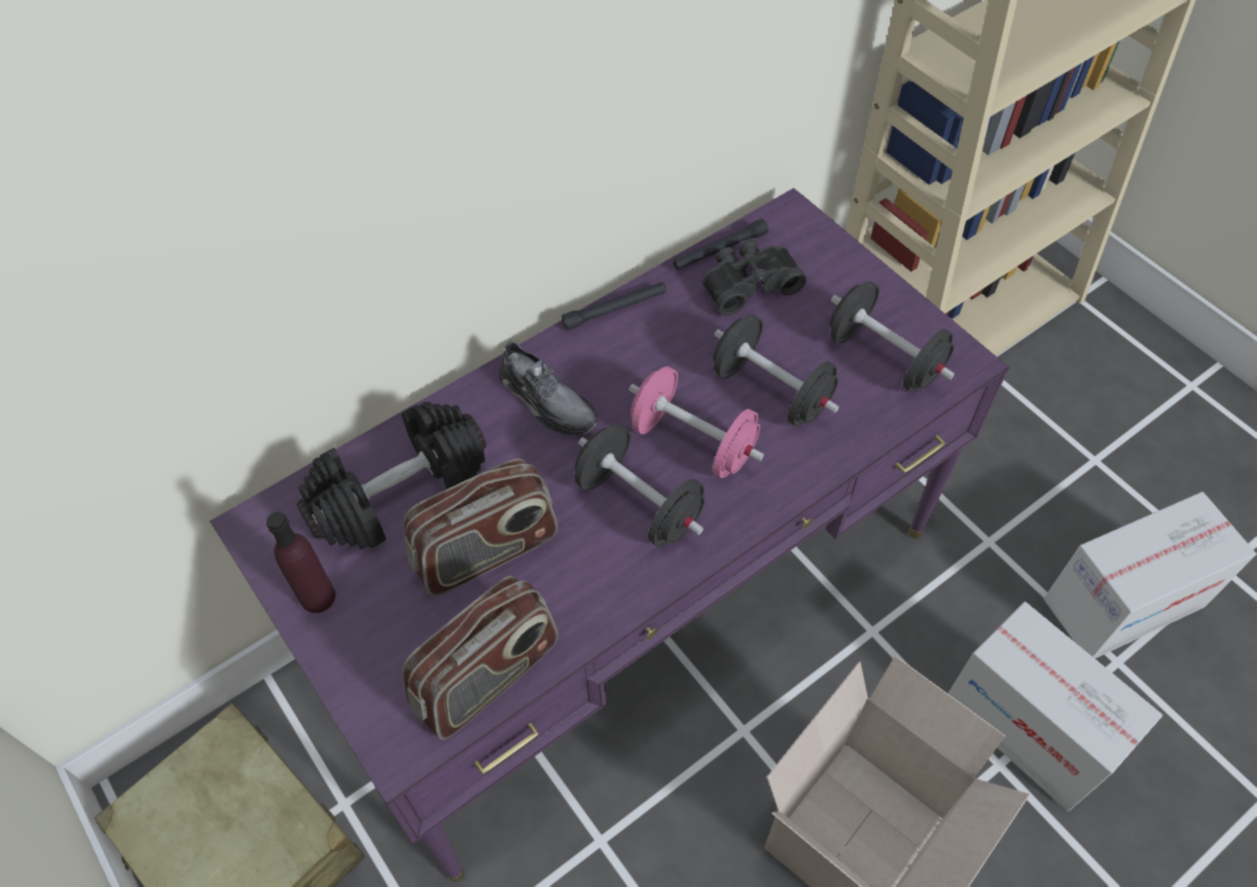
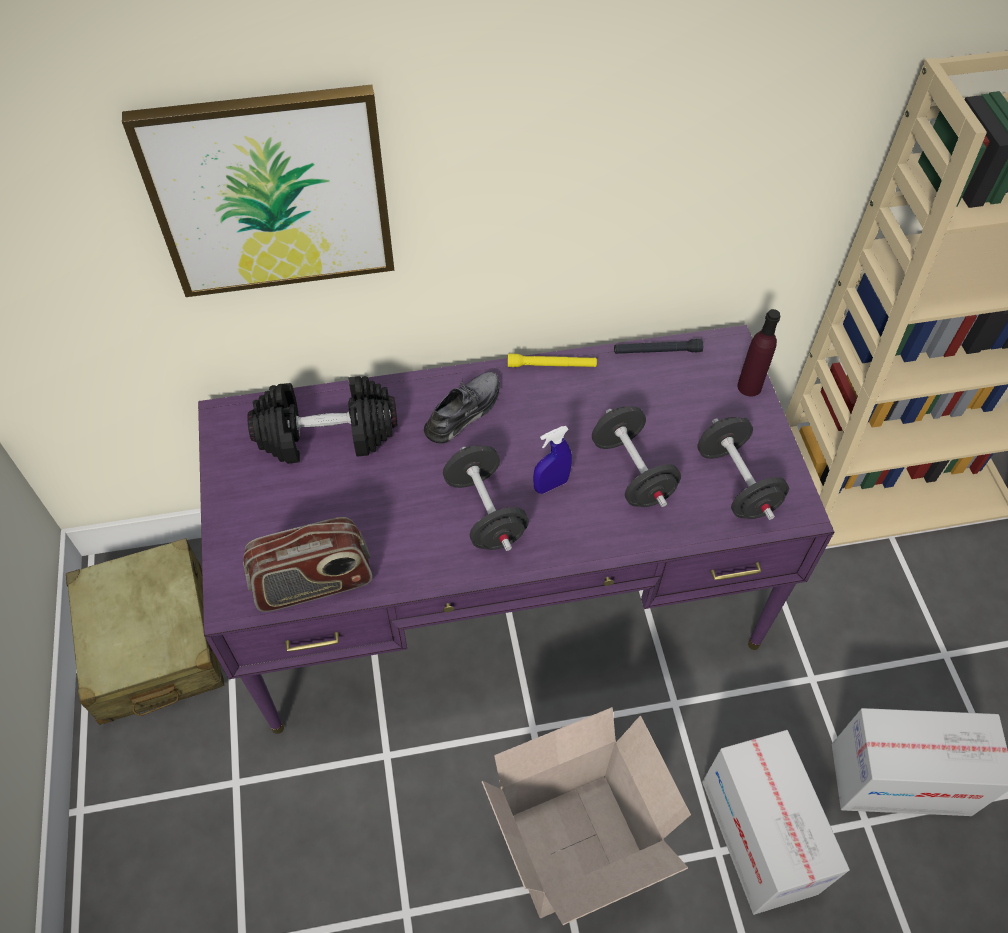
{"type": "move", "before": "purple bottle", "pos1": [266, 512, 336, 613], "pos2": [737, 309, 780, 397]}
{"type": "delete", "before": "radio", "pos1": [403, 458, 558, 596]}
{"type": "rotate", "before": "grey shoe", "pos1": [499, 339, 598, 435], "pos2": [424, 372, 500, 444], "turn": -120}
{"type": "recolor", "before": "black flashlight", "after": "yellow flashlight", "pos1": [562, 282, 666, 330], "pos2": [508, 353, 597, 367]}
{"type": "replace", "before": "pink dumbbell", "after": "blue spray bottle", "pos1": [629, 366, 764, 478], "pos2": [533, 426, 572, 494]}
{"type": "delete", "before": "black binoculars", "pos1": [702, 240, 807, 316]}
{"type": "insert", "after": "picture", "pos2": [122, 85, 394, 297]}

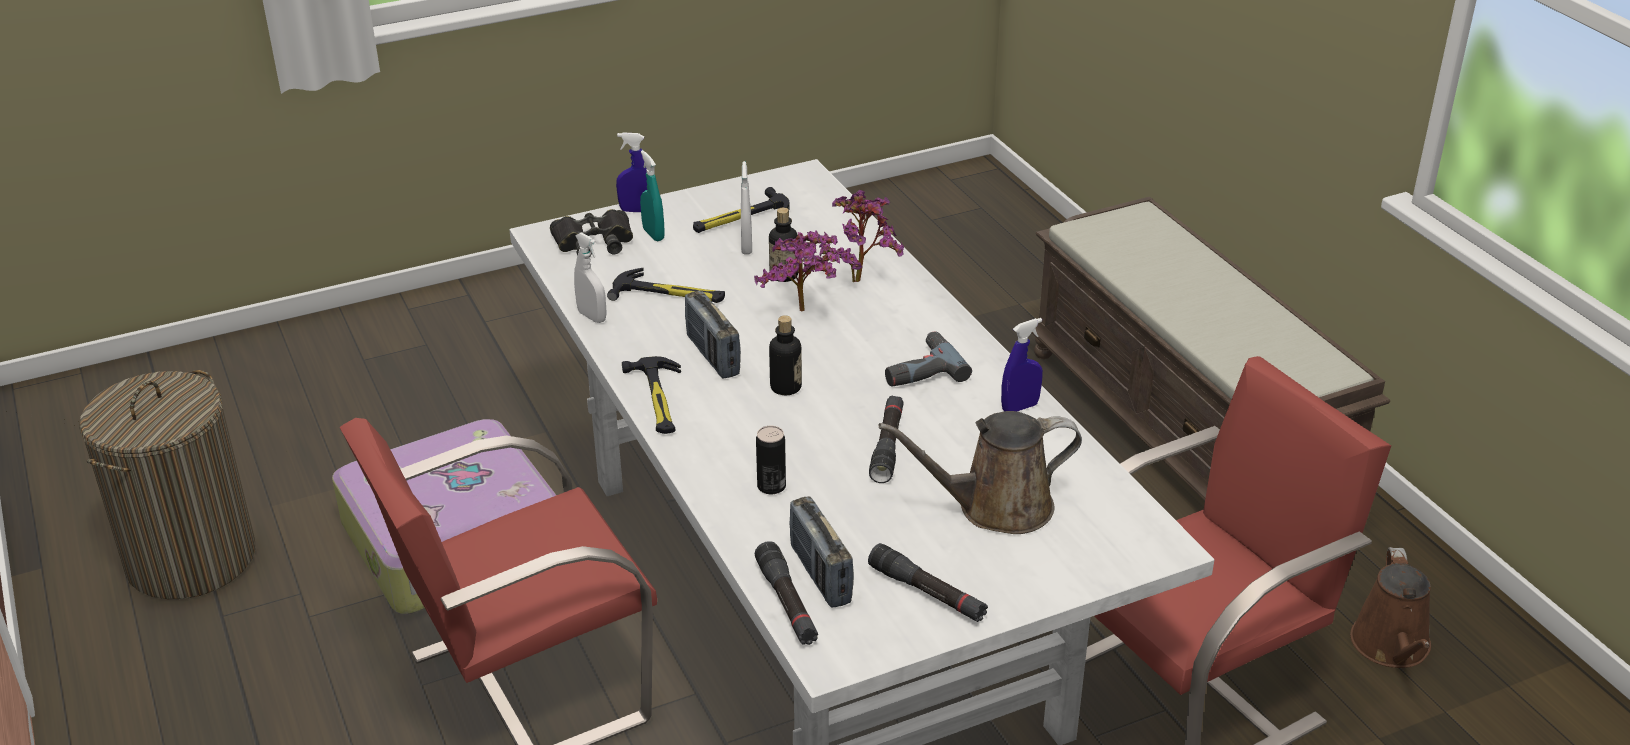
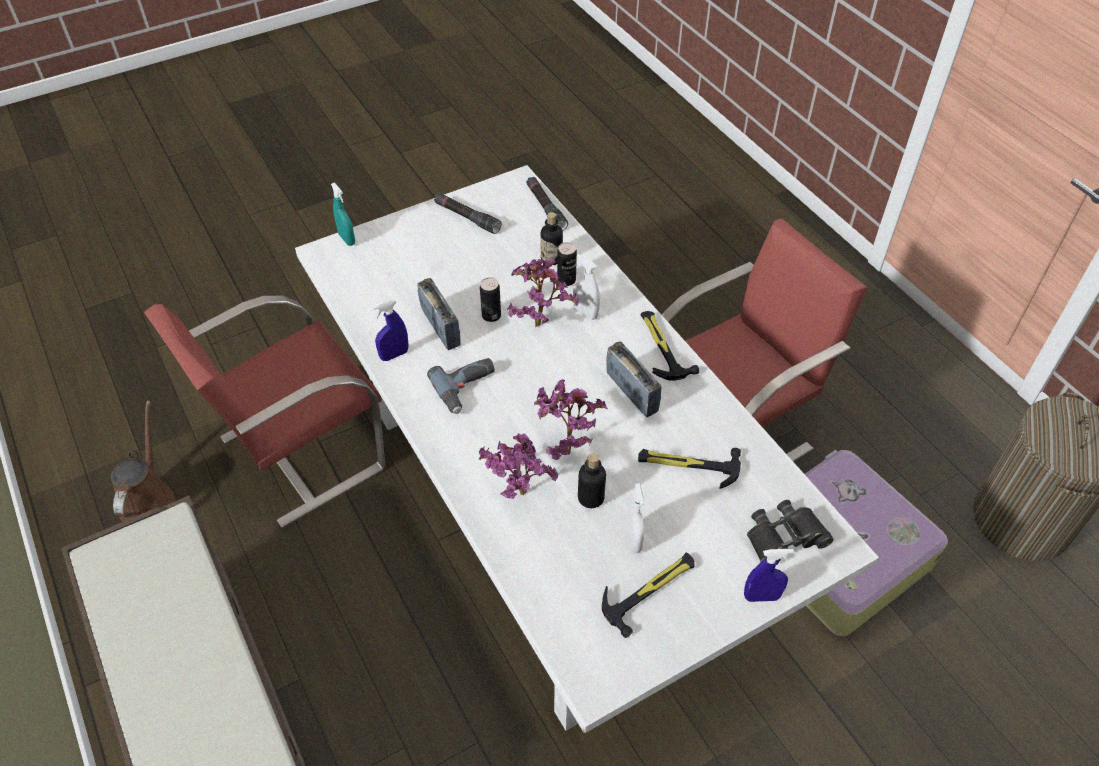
{"type": "move", "before": "white spray bottle", "pos1": [574, 232, 606, 323], "pos2": [573, 254, 600, 320]}
{"type": "move", "before": "turquoise spray bottle", "pos1": [640, 150, 665, 241], "pos2": [331, 183, 355, 246]}
{"type": "move", "before": "bottle", "pos1": [769, 315, 802, 395], "pos2": [540, 212, 563, 265]}
{"type": "move", "before": "radio", "pos1": [789, 497, 854, 608], "pos2": [418, 278, 461, 350]}
{"type": "replace", "before": "black flashlight", "after": "can", "pos1": [869, 395, 904, 483], "pos2": [480, 277, 501, 322]}
{"type": "delete", "before": "brown watering can", "pos1": [879, 411, 1082, 534]}
{"type": "insert", "after": "potted plant", "pos2": [507, 259, 579, 327]}

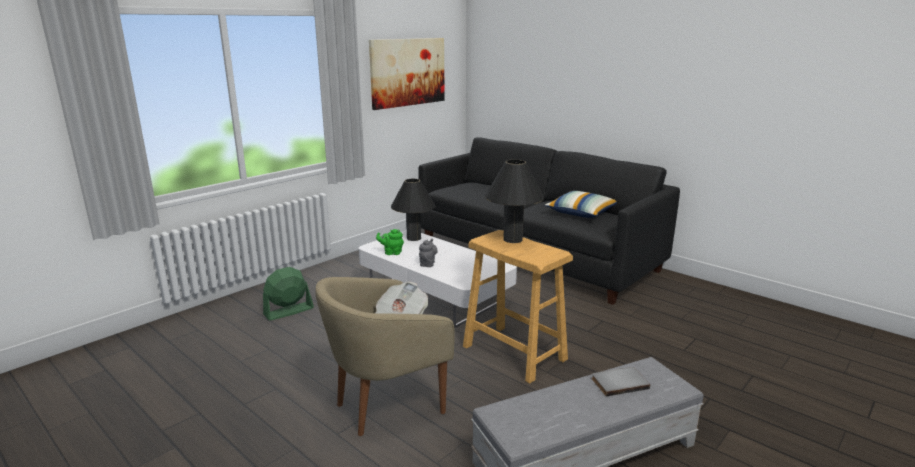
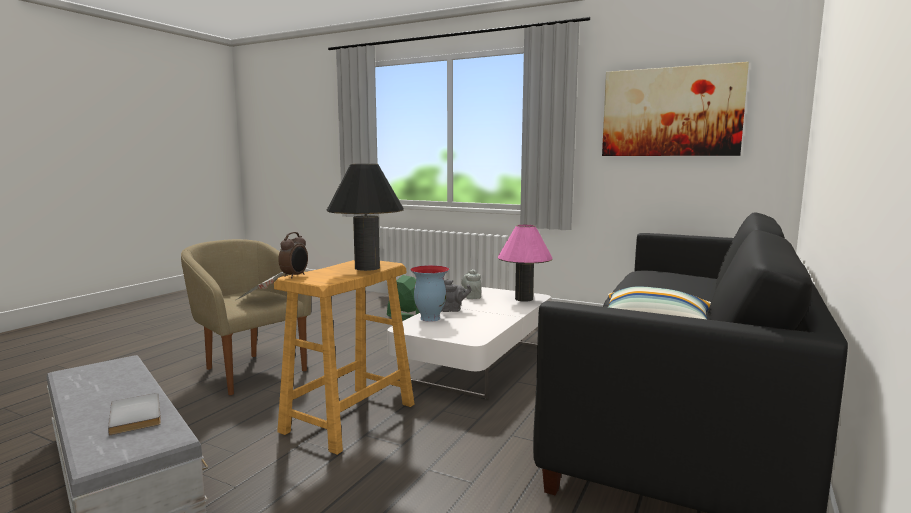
{"type": "recolor", "before": "green teapot", "after": "grey teapot", "pos1": [376, 229, 404, 255], "pos2": [461, 269, 482, 299]}
{"type": "recolor", "before": "black table lamp", "after": "pink table lamp", "pos1": [391, 179, 435, 241], "pos2": [498, 224, 553, 302]}
{"type": "insert", "after": "alarm clock", "pos2": [278, 232, 308, 278]}
{"type": "insert", "after": "vase", "pos2": [410, 265, 449, 322]}

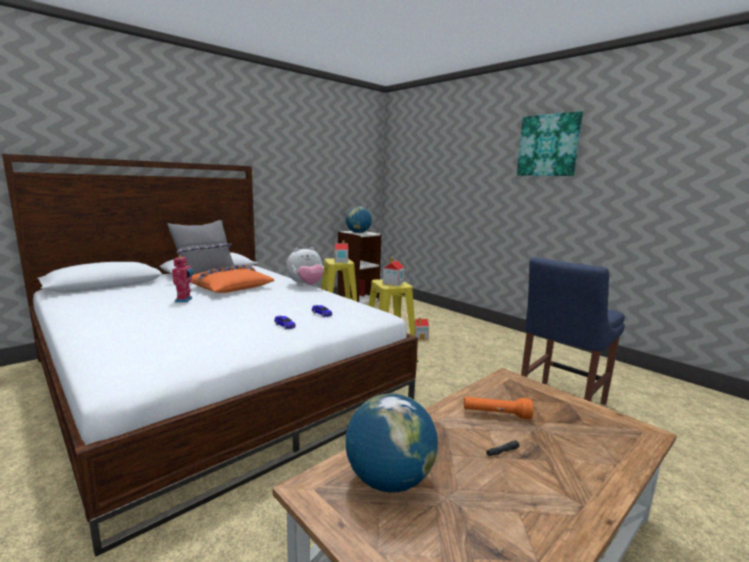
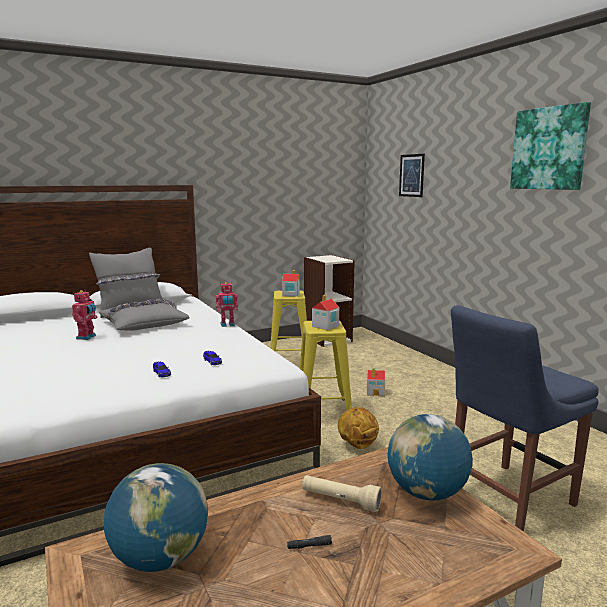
{"type": "recolor", "before": "orange pillow", "after": "grey pillow", "pos1": [191, 264, 274, 293], "pos2": [99, 299, 190, 330]}
{"type": "replace", "before": "plush toy", "after": "toy robot", "pos1": [286, 247, 324, 286], "pos2": [216, 282, 238, 327]}
{"type": "move", "before": "globe", "pos1": [346, 207, 372, 233], "pos2": [388, 414, 473, 500]}
{"type": "recolor", "before": "orange flashlight", "after": "beige flashlight", "pos1": [464, 397, 533, 419], "pos2": [302, 475, 382, 512]}
{"type": "insert", "after": "basketball", "pos2": [338, 407, 379, 449]}
{"type": "insert", "after": "picture", "pos2": [399, 154, 425, 197]}

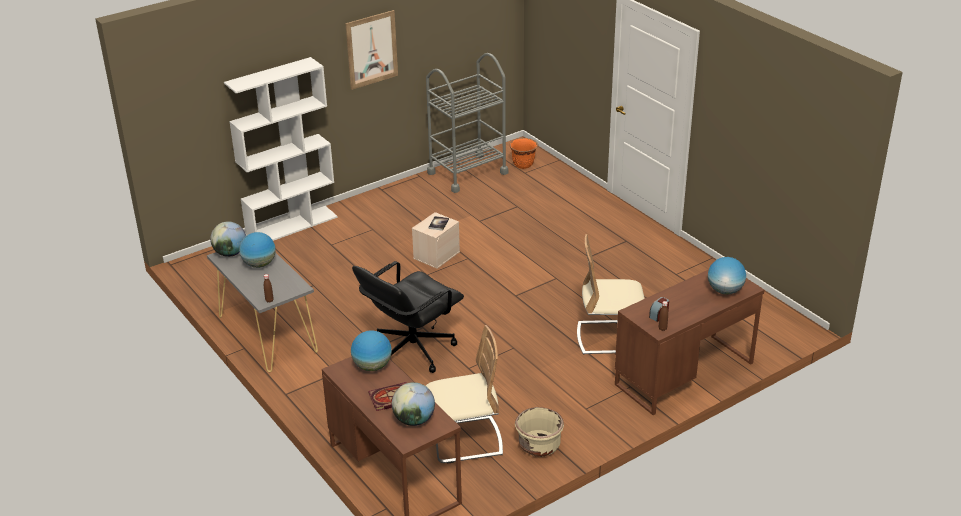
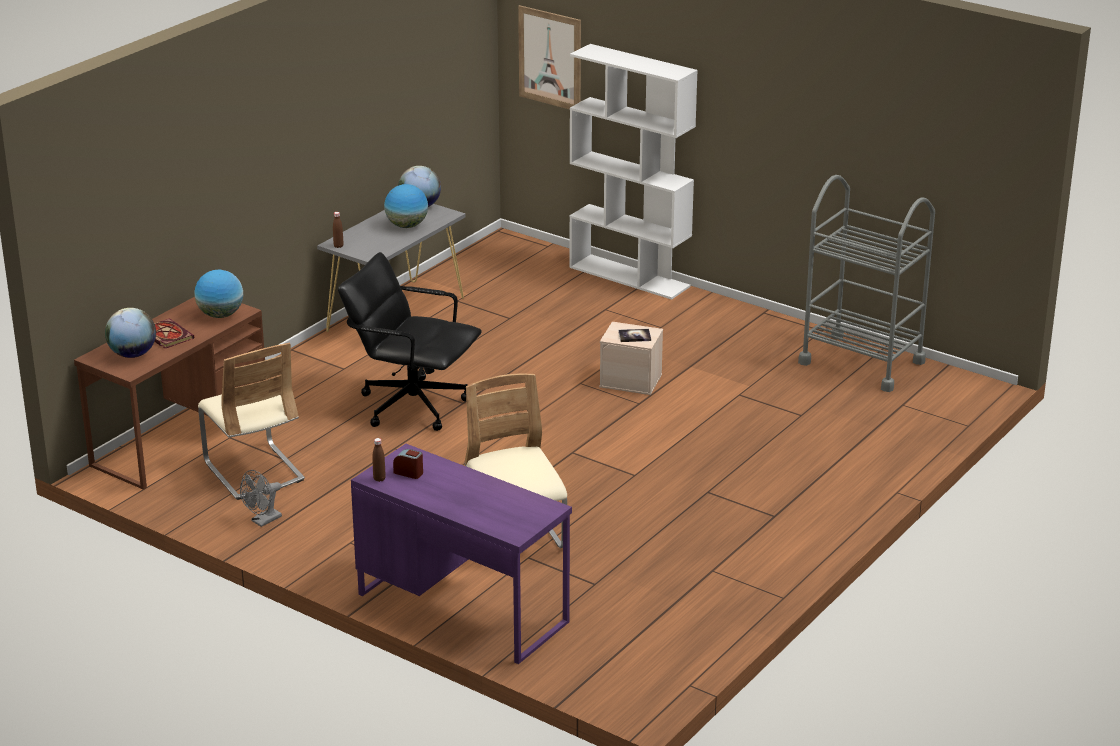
{"type": "move", "before": "picture", "pos1": [345, 10, 398, 90], "pos2": [518, 5, 581, 110]}
{"type": "delete", "before": "orange planter", "pos1": [509, 138, 538, 169]}
{"type": "replace", "before": "beige planter", "after": "grey fan", "pos1": [515, 407, 564, 457], "pos2": [240, 470, 282, 527]}
{"type": "recolor", "before": "brown desk", "after": "purple desk", "pos1": [615, 270, 765, 415], "pos2": [351, 444, 572, 664]}
{"type": "delete", "before": "globe", "pos1": [708, 257, 746, 295]}

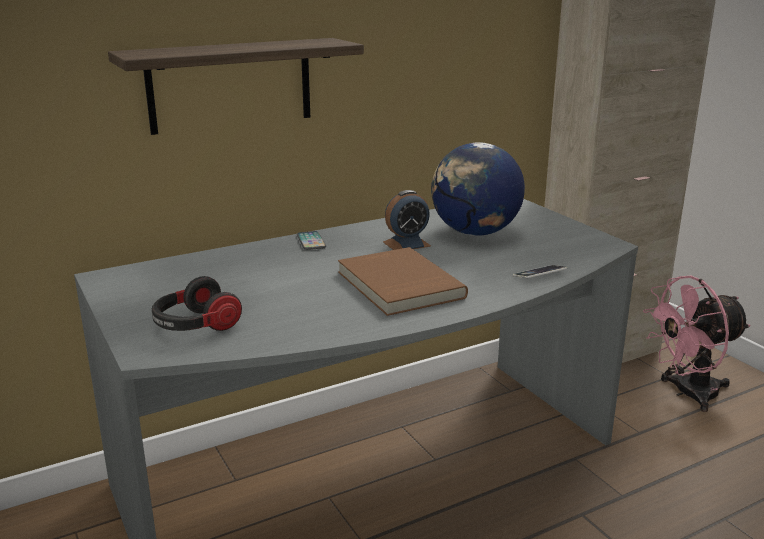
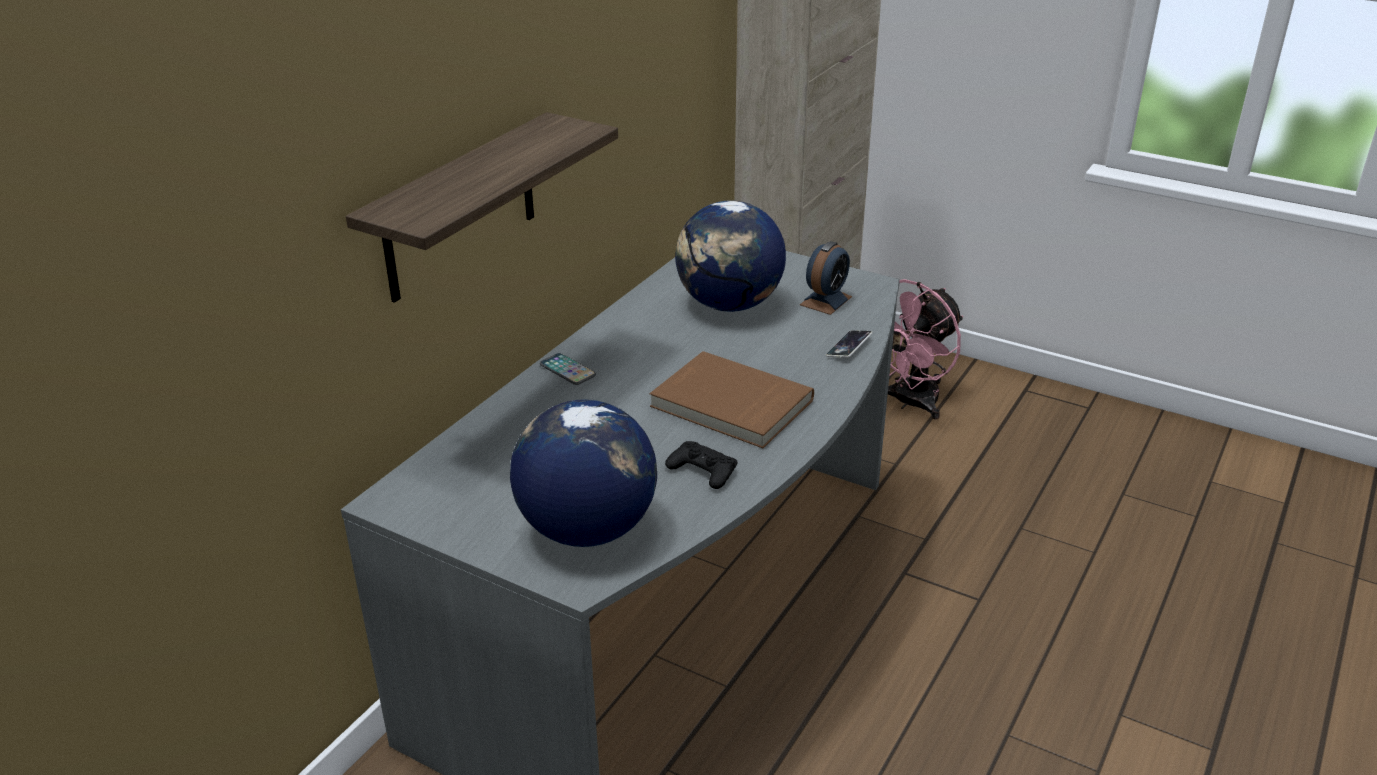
{"type": "replace", "before": "headphones", "after": "globe", "pos1": [152, 276, 242, 331], "pos2": [510, 399, 657, 547]}
{"type": "move", "before": "alarm clock", "pos1": [383, 190, 431, 250], "pos2": [800, 241, 852, 315]}
{"type": "insert", "after": "black game controller", "pos2": [665, 441, 738, 489]}

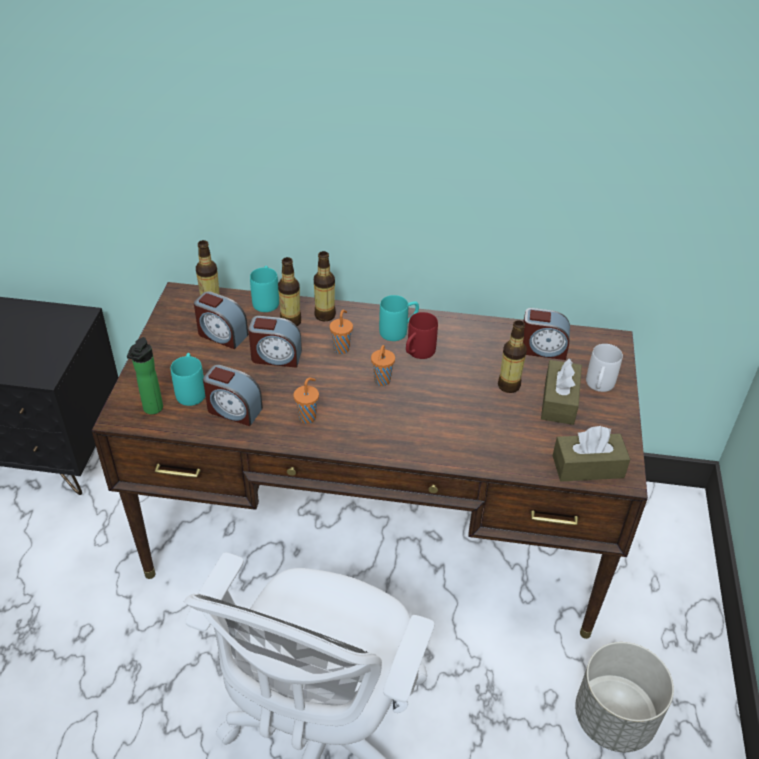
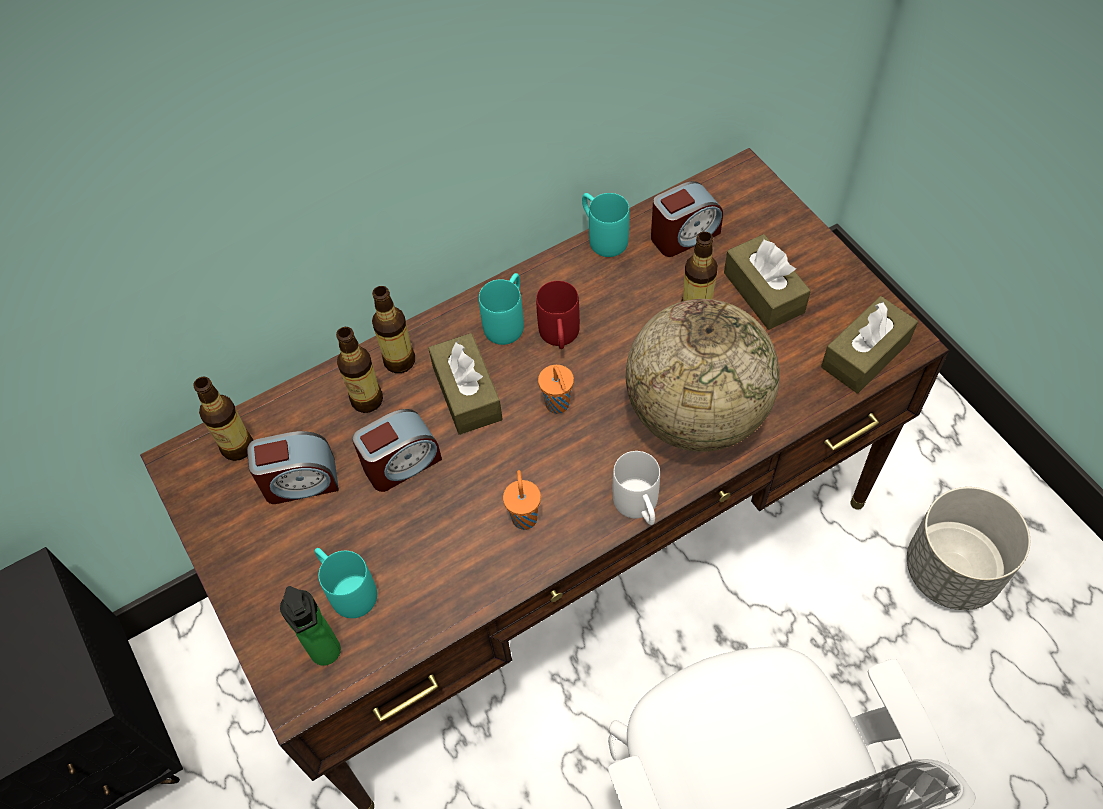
{"type": "delete", "before": "alarm clock", "pos1": [203, 365, 263, 426]}
{"type": "move", "before": "turquoise mug", "pos1": [250, 266, 279, 312], "pos2": [582, 193, 629, 257]}
{"type": "replace", "before": "orange cup", "after": "brown tissue box", "pos1": [330, 310, 353, 354], "pos2": [428, 333, 503, 435]}
{"type": "move", "before": "white mug", "pos1": [586, 344, 623, 392], "pos2": [613, 451, 660, 525]}
{"type": "insert", "after": "globe", "pos2": [626, 299, 780, 452]}

